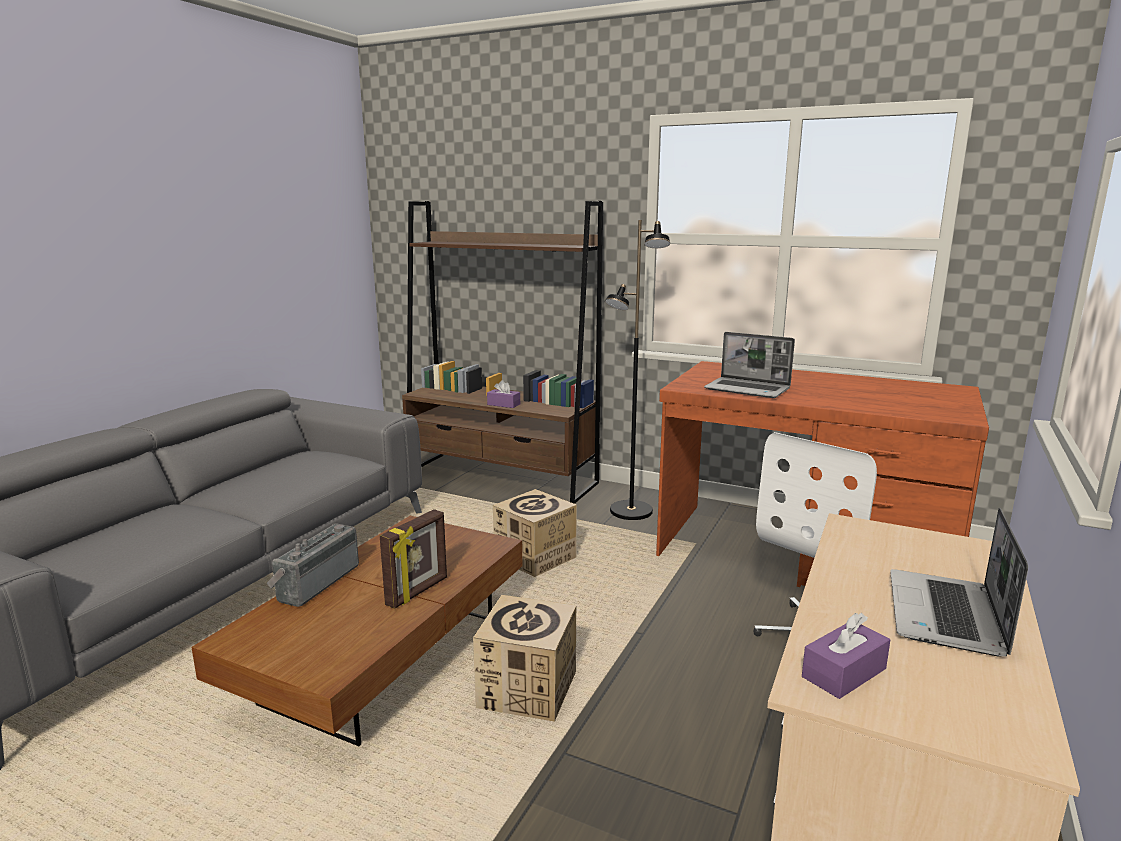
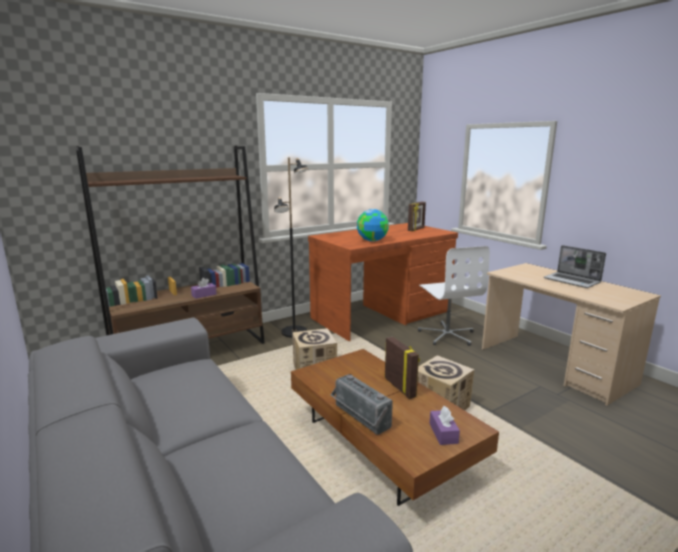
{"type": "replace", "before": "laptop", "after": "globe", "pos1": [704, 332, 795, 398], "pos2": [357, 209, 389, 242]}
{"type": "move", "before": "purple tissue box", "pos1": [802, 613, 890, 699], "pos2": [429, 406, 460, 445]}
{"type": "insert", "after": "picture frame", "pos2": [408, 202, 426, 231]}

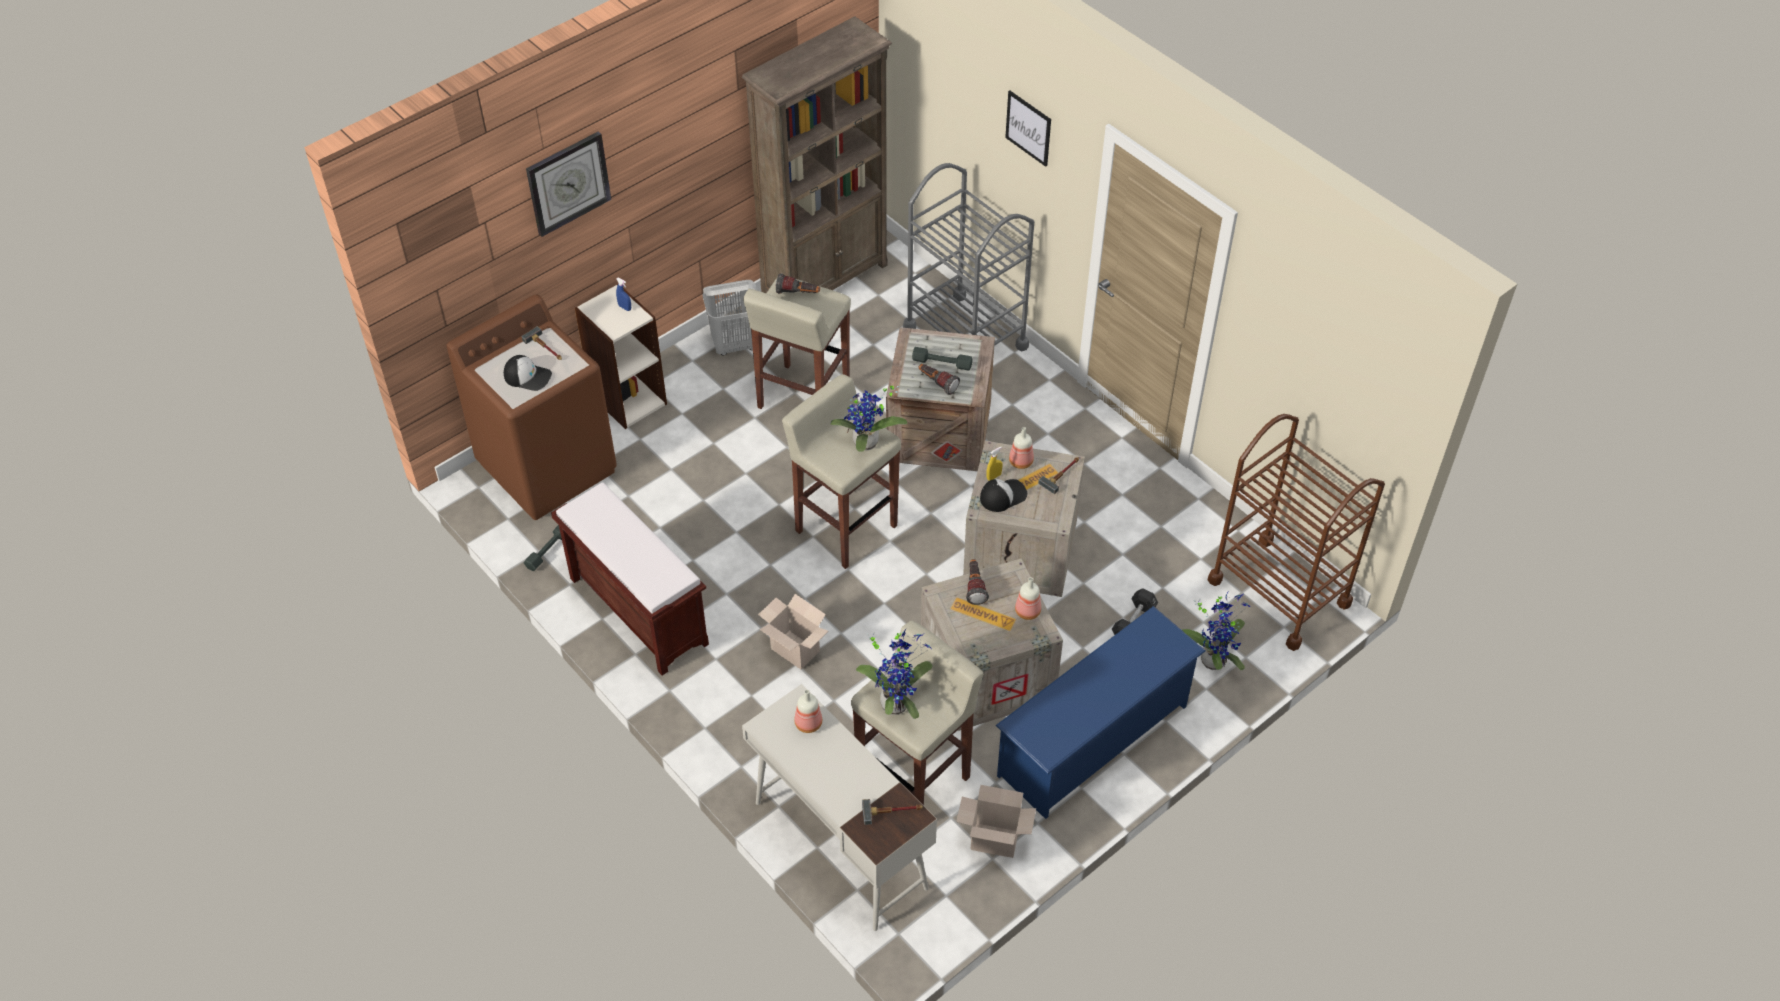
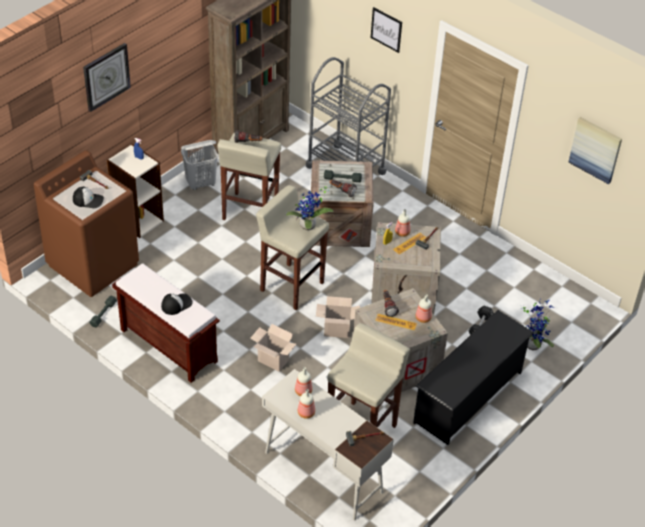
{"type": "delete", "before": "potted plant", "pos1": [856, 629, 932, 719]}
{"type": "move", "before": "cardboard box", "pos1": [956, 785, 1036, 858], "pos2": [316, 296, 360, 338]}
{"type": "move", "before": "cap", "pos1": [980, 479, 1027, 512], "pos2": [161, 293, 192, 315]}
{"type": "recolor", "before": "blue shoe rack", "after": "black shoe rack", "pos1": [996, 606, 1206, 819], "pos2": [413, 310, 534, 445]}
{"type": "delete", "before": "brown cart", "pos1": [1208, 414, 1385, 651]}
{"type": "insert", "after": "bottle", "pos2": [298, 389, 315, 419]}
{"type": "insert", "after": "picture", "pos2": [568, 117, 622, 184]}

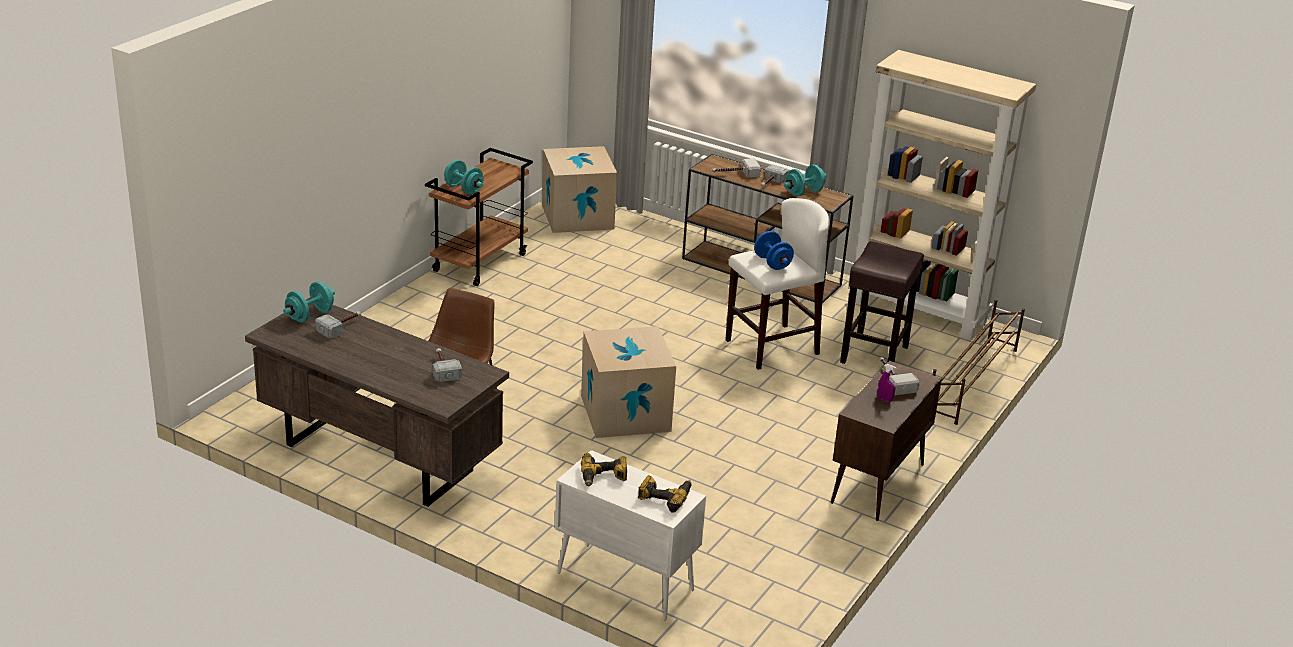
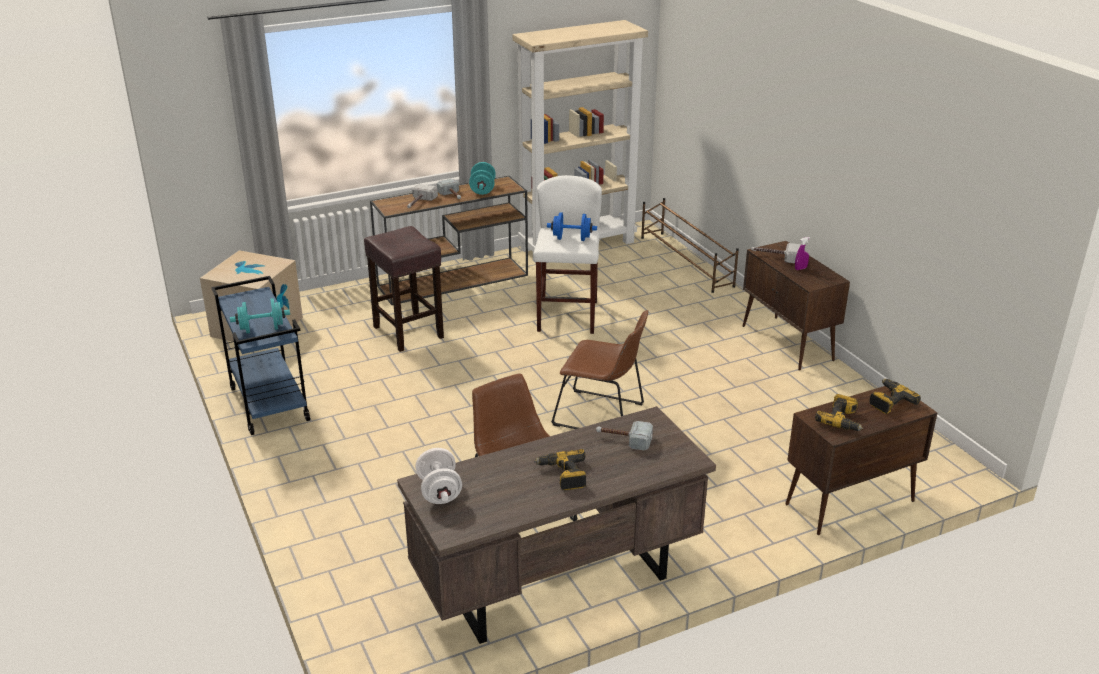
{"type": "recolor", "before": "turquoise dumbbell", "after": "white dumbbell", "pos1": [283, 281, 335, 322], "pos2": [415, 448, 462, 504]}
{"type": "delete", "before": "hammer", "pos1": [315, 311, 361, 339]}
{"type": "recolor", "before": "brown cart", "after": "blue cart", "pos1": [425, 148, 533, 286], "pos2": [211, 276, 310, 435]}
{"type": "recolor", "before": "white cabinet", "after": "brown cabinet", "pos1": [555, 450, 706, 620], "pos2": [786, 386, 937, 535]}
{"type": "replace", "before": "cardboard box", "after": "brown chair", "pos1": [581, 326, 676, 438], "pos2": [551, 310, 648, 429]}
{"type": "move", "before": "brown stool", "pos1": [840, 241, 924, 364], "pos2": [364, 226, 444, 352]}
{"type": "insert", "after": "power drill", "pos2": [534, 449, 586, 490]}

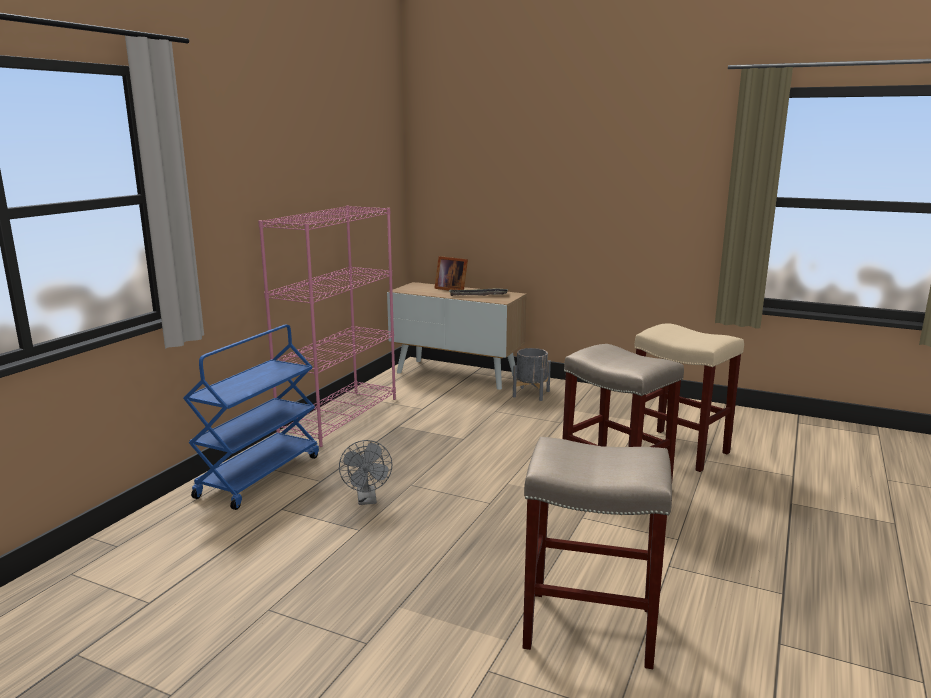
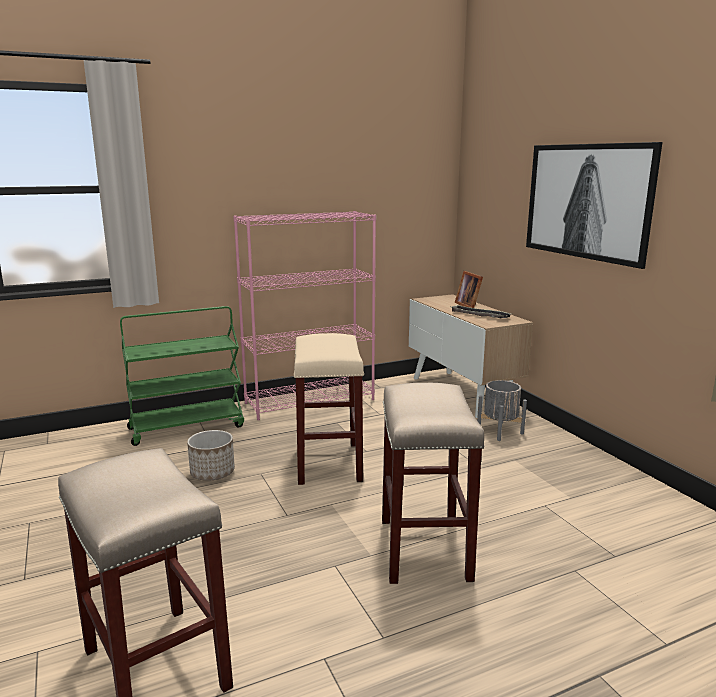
{"type": "recolor", "before": "blue cart", "after": "green cart", "pos1": [183, 325, 319, 510], "pos2": [120, 306, 244, 446]}
{"type": "replace", "before": "grey fan", "after": "planter", "pos1": [339, 440, 392, 505], "pos2": [187, 430, 235, 481]}
{"type": "move", "before": "beige stool", "pos1": [628, 323, 744, 472], "pos2": [294, 333, 364, 485]}
{"type": "insert", "after": "picture", "pos2": [526, 142, 663, 269]}

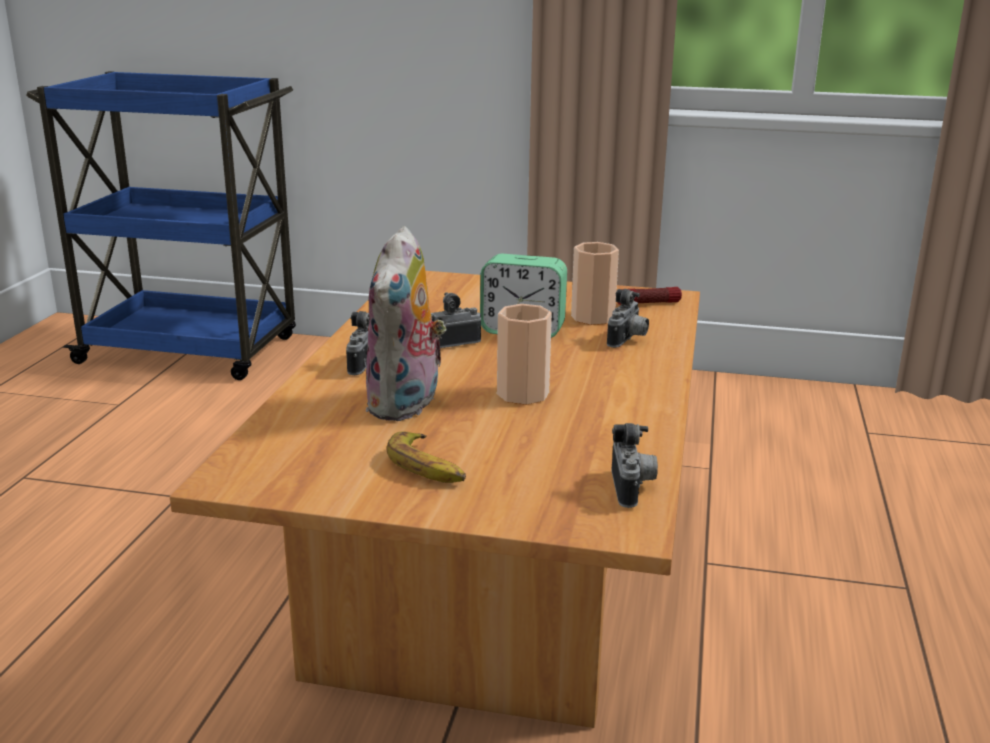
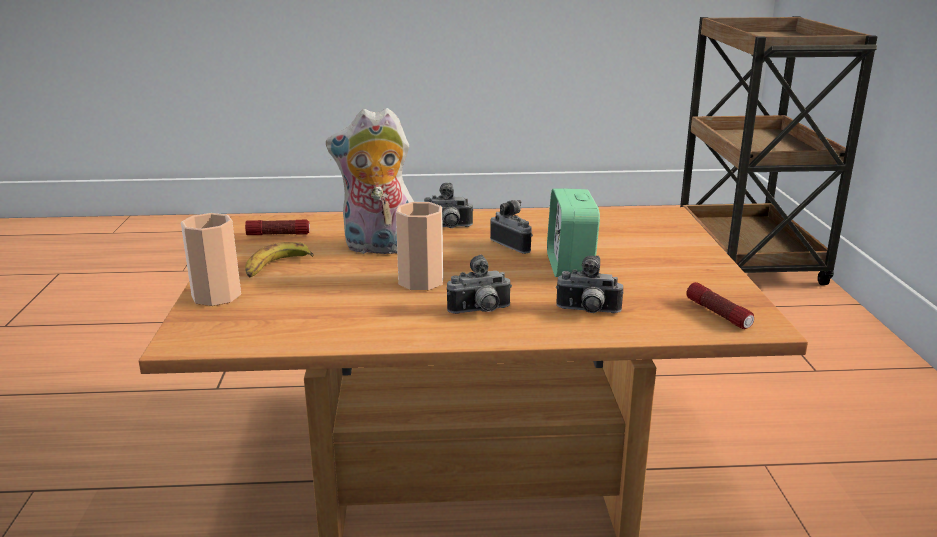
{"type": "recolor", "before": "blue cart", "after": "brown cart", "pos1": [26, 71, 296, 380], "pos2": [680, 16, 878, 285]}
{"type": "move", "before": "cup", "pos1": [571, 242, 619, 325], "pos2": [181, 213, 241, 306]}
{"type": "move", "before": "photo camera", "pos1": [612, 423, 658, 508], "pos2": [447, 255, 512, 314]}
{"type": "insert", "after": "flashlight", "pos2": [245, 220, 310, 235]}

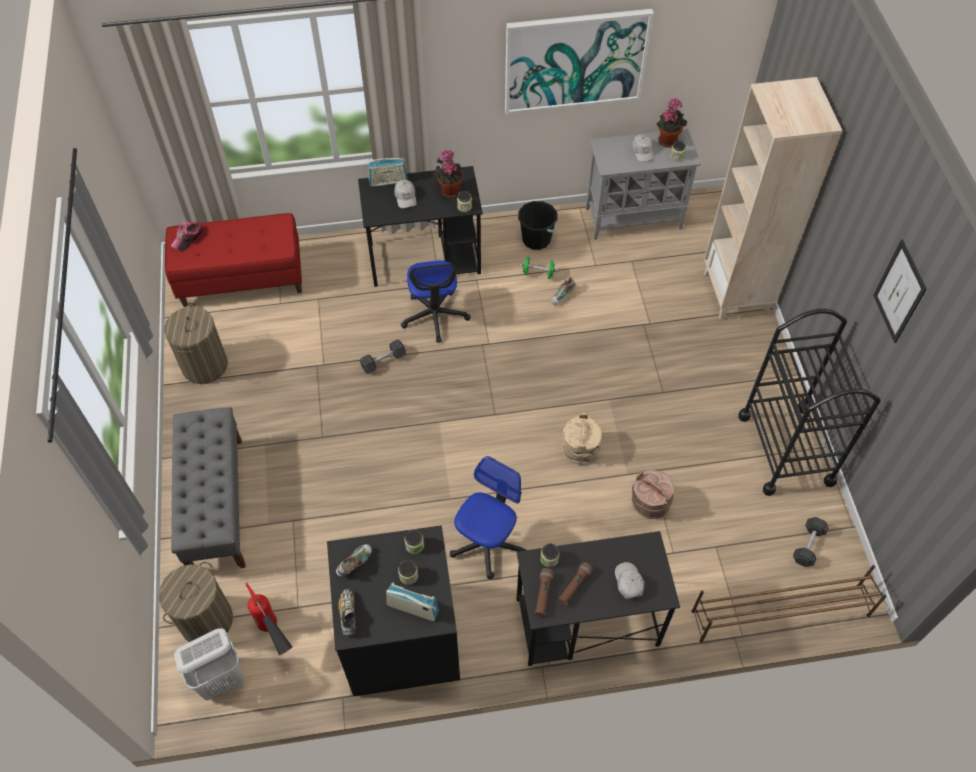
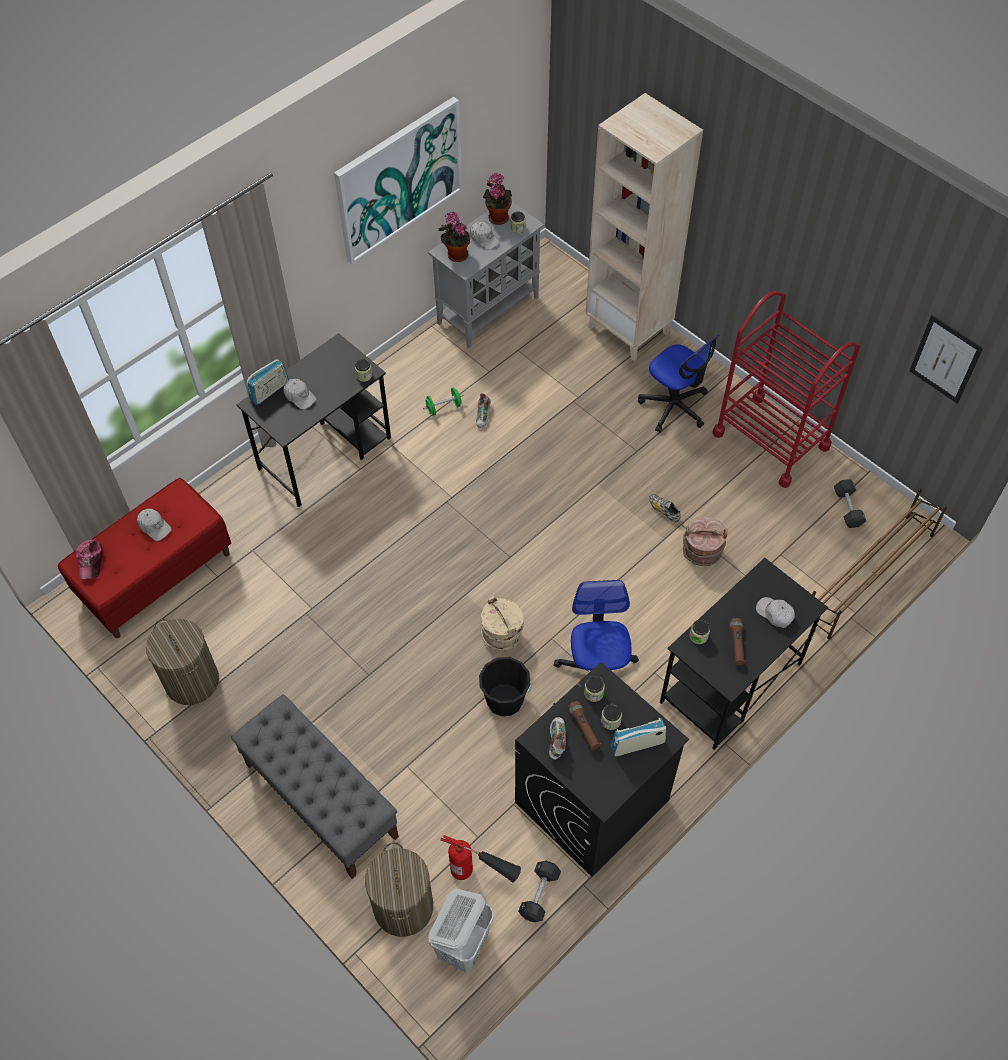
{"type": "move", "before": "shoe", "pos1": [338, 589, 356, 636], "pos2": [649, 494, 681, 522]}
{"type": "move", "before": "black dumbbell", "pos1": [360, 339, 406, 374], "pos2": [518, 860, 561, 922]}
{"type": "move", "before": "office chair", "pos1": [401, 260, 471, 343], "pos2": [638, 334, 719, 433]}
{"type": "move", "before": "potted plant", "pos1": [435, 150, 463, 198], "pos2": [438, 212, 470, 262]}
{"type": "move", "before": "black bucket", "pos1": [518, 201, 557, 250], "pos2": [479, 657, 532, 716]}
{"type": "move", "before": "brown flashlight", "pos1": [534, 568, 554, 617], "pos2": [567, 701, 601, 750]}
{"type": "move", "before": "beige bucket", "pos1": [561, 413, 602, 465], "pos2": [480, 596, 524, 651]}
{"type": "recolor", "before": "black cart", "after": "red cart", "pos1": [738, 309, 881, 496], "pos2": [712, 291, 860, 488]}
{"type": "move", "before": "picture", "pos1": [873, 239, 927, 343], "pos2": [909, 315, 983, 404]}
{"type": "insert", "after": "white cap", "pos2": [137, 509, 172, 541]}

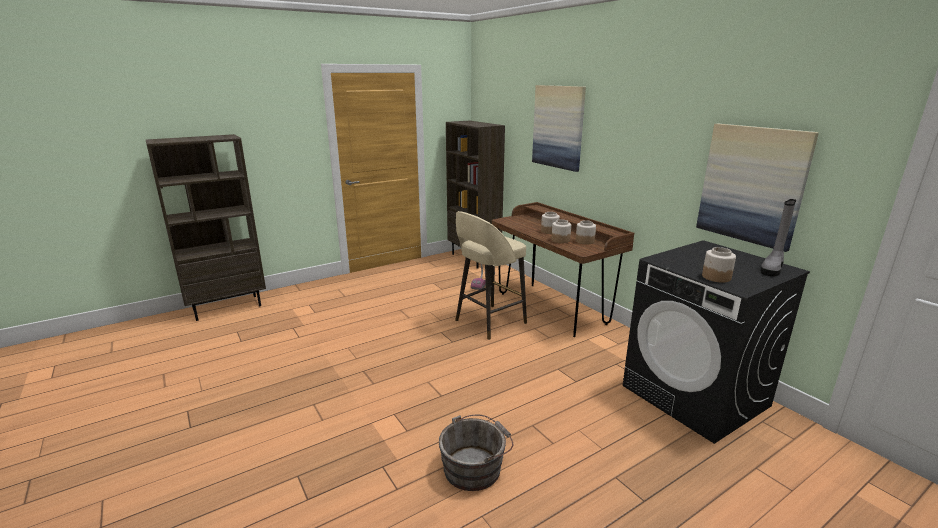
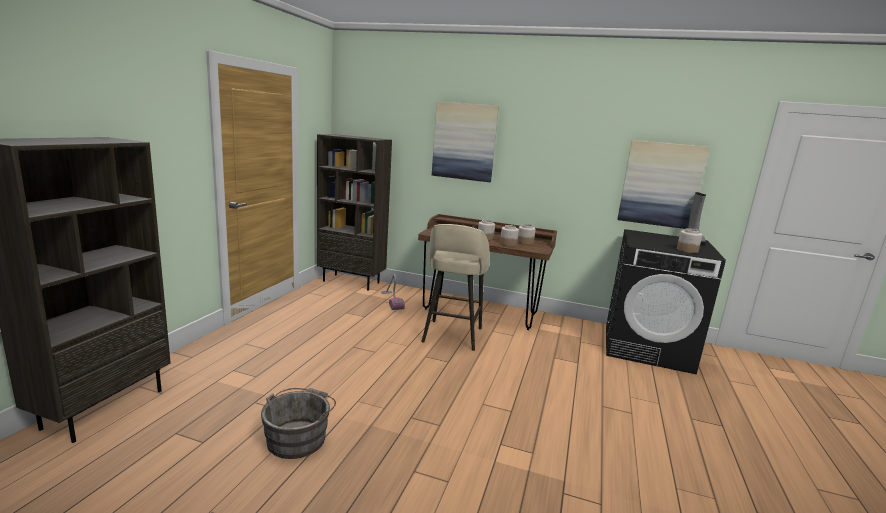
{"type": "move", "before": "grey bucket", "pos1": [439, 415, 513, 491], "pos2": [261, 388, 336, 459]}

